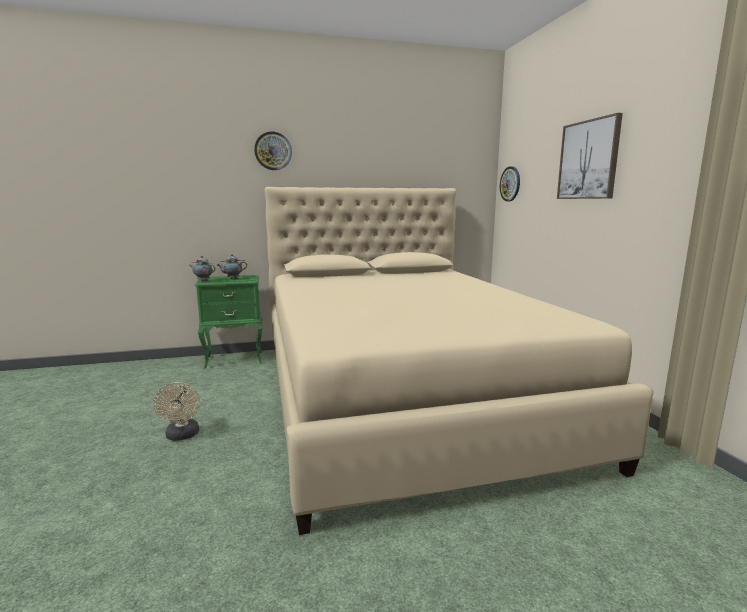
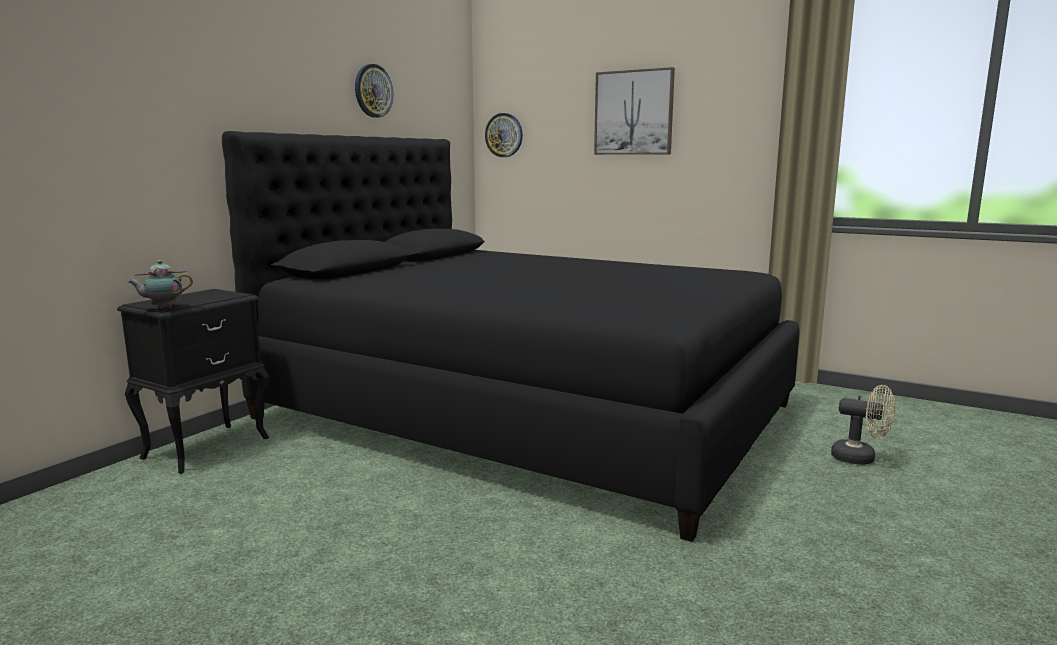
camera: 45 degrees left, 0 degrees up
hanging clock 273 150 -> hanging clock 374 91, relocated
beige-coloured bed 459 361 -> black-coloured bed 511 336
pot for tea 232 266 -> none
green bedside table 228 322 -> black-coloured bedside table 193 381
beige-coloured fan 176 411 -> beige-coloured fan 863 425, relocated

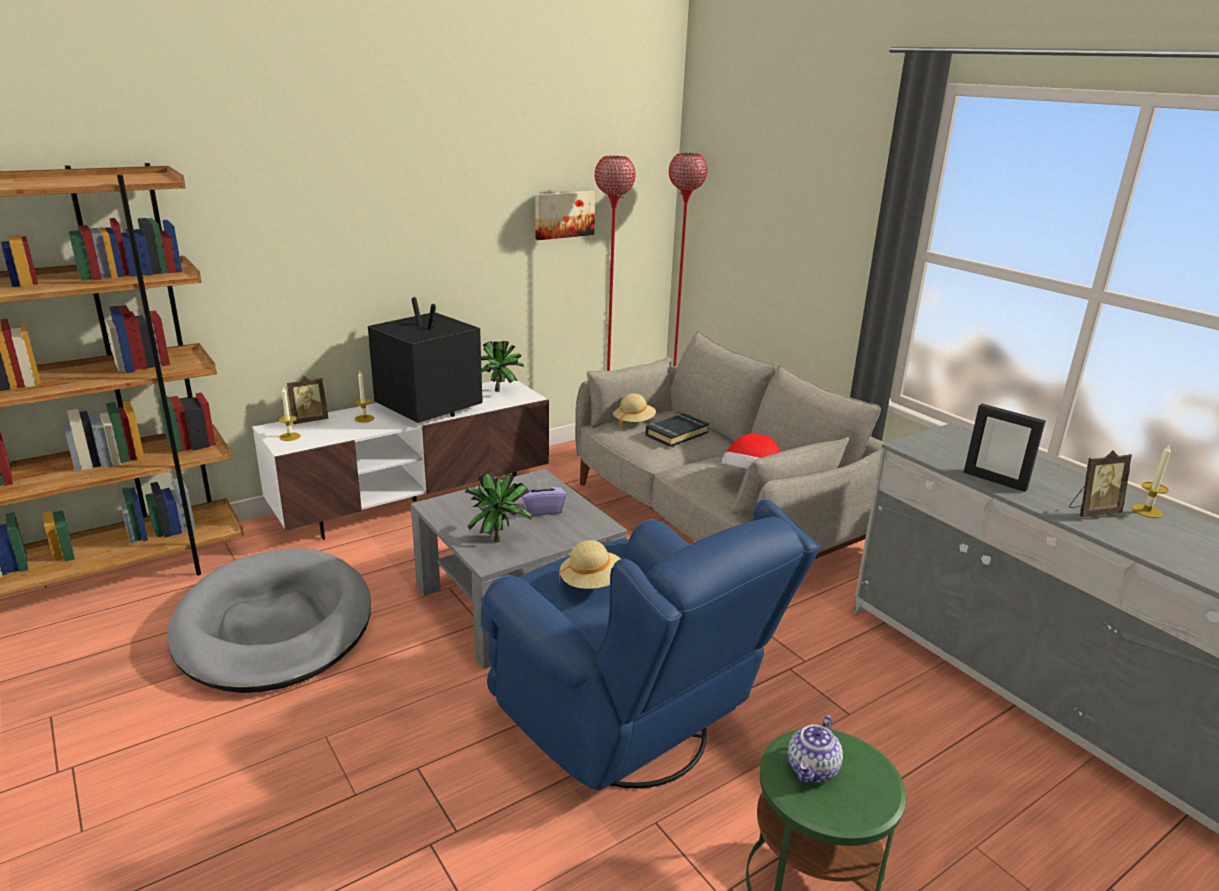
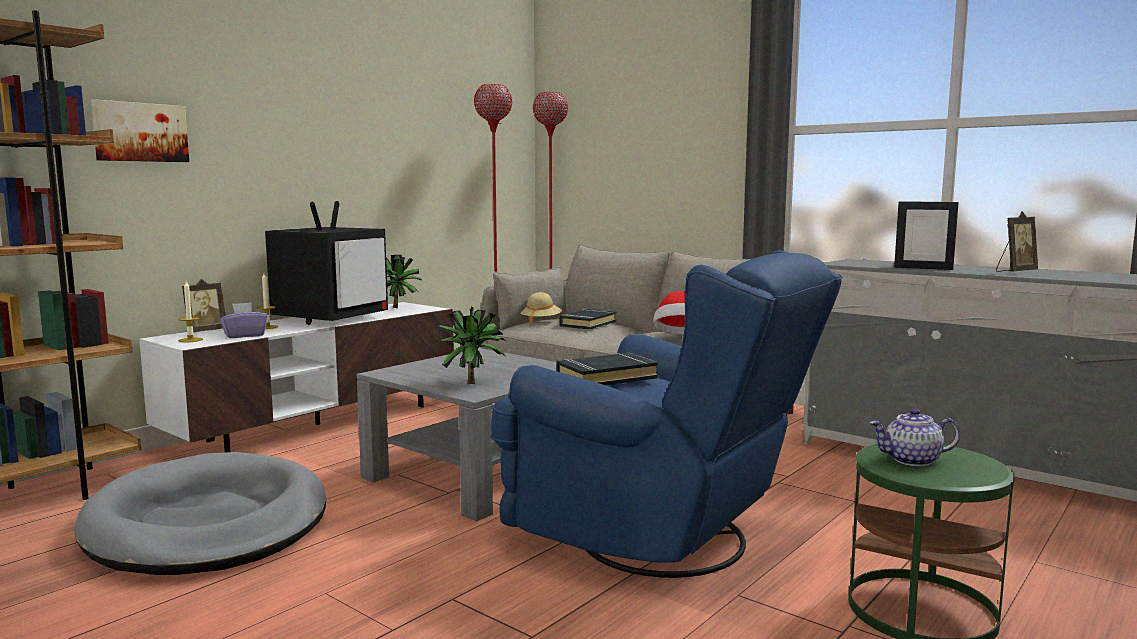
camera: 15 degrees left, 15 degrees down
wall picture 565 215 -> wall picture 140 130, relocated
television 425 360 -> television 326 263, 90 degrees clockwise
wax light 1151 481 -> none
purple box of tissues 544 497 -> purple box of tissues 244 320, relocated
beige-coloured wearable hat 590 564 -> black-coloured book 608 369
pot for tea 815 749 -> pot for tea 914 437, 75 degrees clockwise

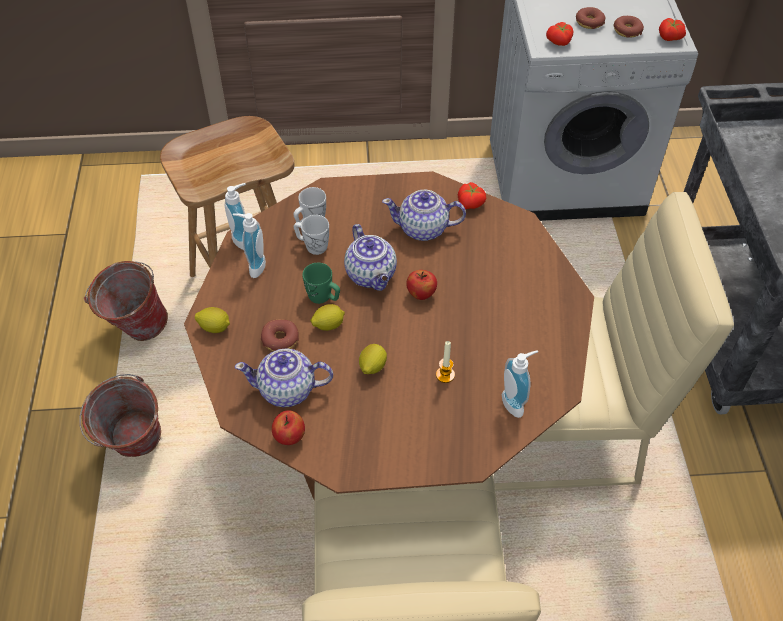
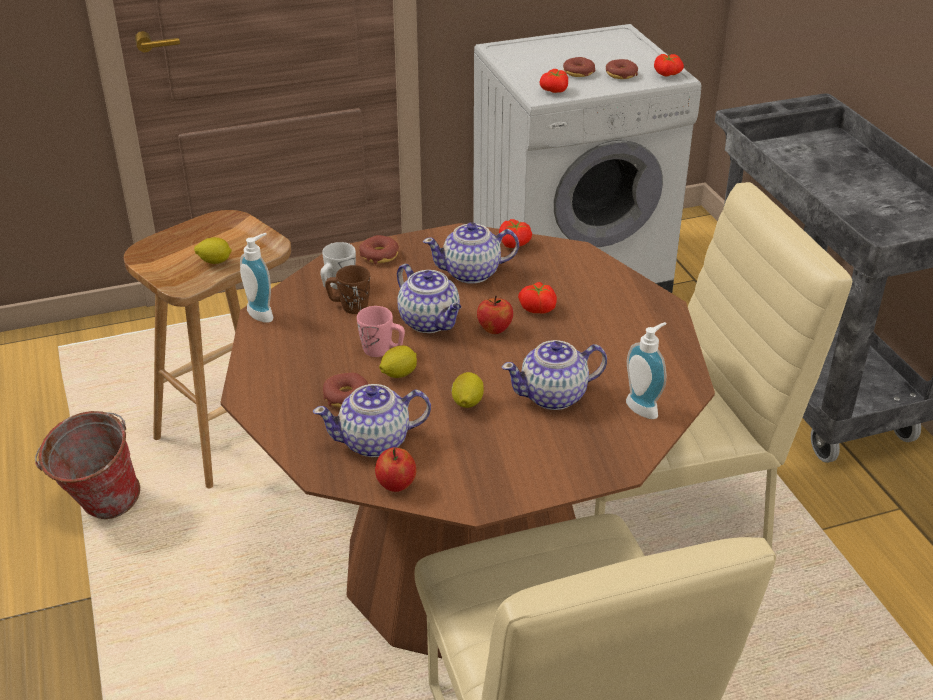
camera: 15 degrees left, 15 degrees down
soap dispenser 249 245 -> none
white-coloured tea mug 311 235 -> brown-coloured tea mug 347 289
green tea mug 321 283 -> pinkish tea mug 381 331
whole lemon 212 320 -> whole lemon 213 250, relocated
wax light 445 362 -> pot for tea 554 375
pail 120 415 -> none
none -> ring doughnut 379 249
none -> tomato 537 298

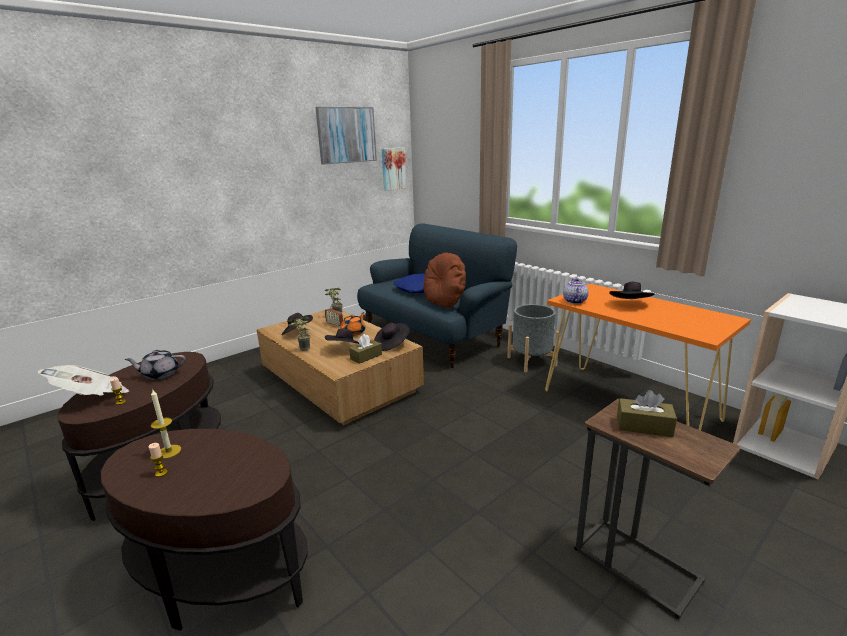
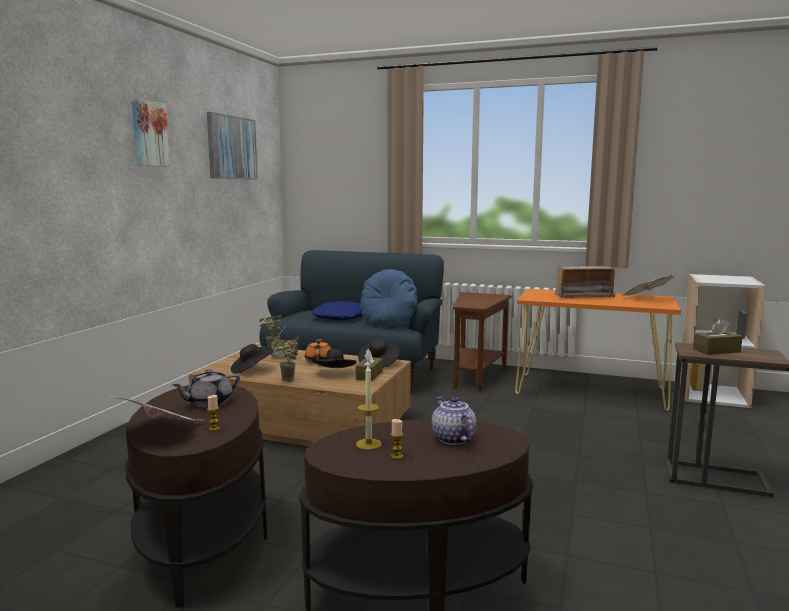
camera: 30 degrees left, 10 degrees down
wall picture 394 169 -> wall picture 151 133, relocated
brown-coloured throw pillow 445 280 -> blue-coloured throw pillow 389 298
pot for tea 576 291 -> pot for tea 454 421, relocated
black-coloured wearable hat 631 290 -> radio set 585 282
greyish planter 533 338 -> brown-coloured side table 482 341
none -> daily paper 648 285

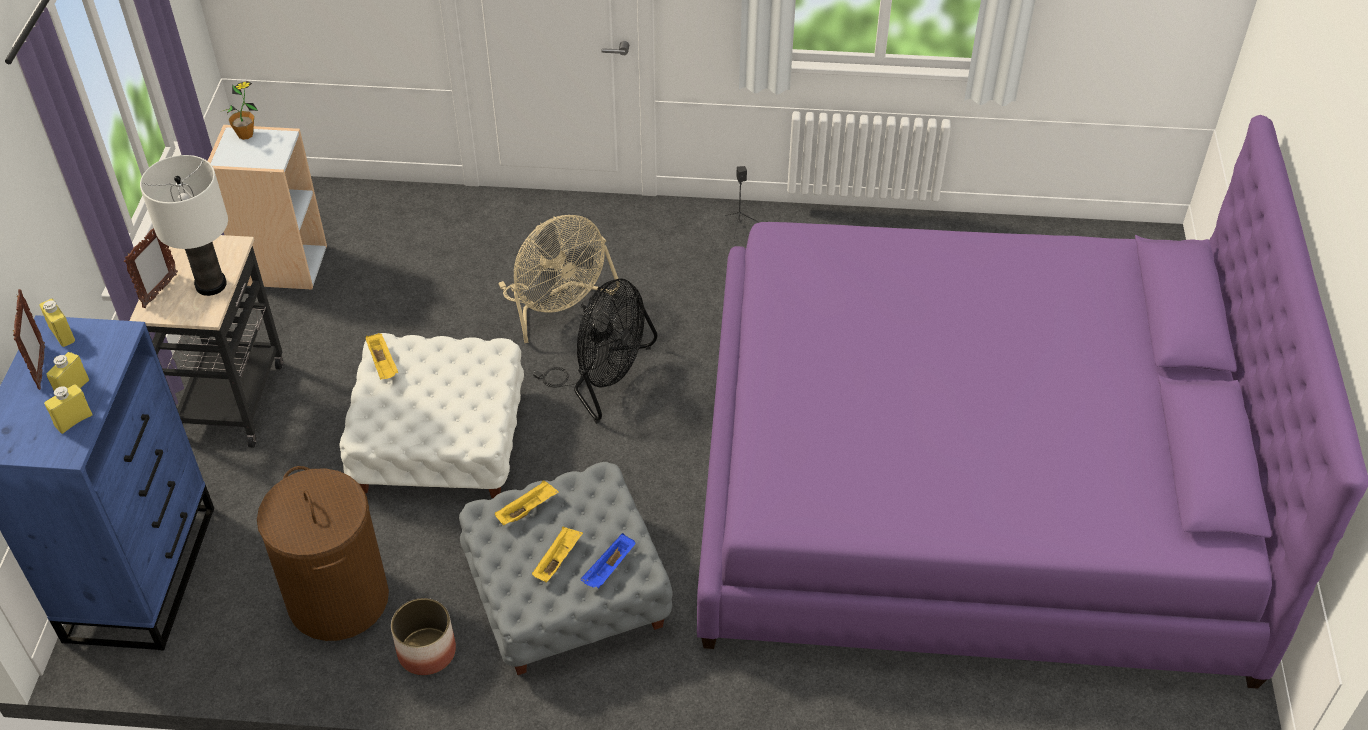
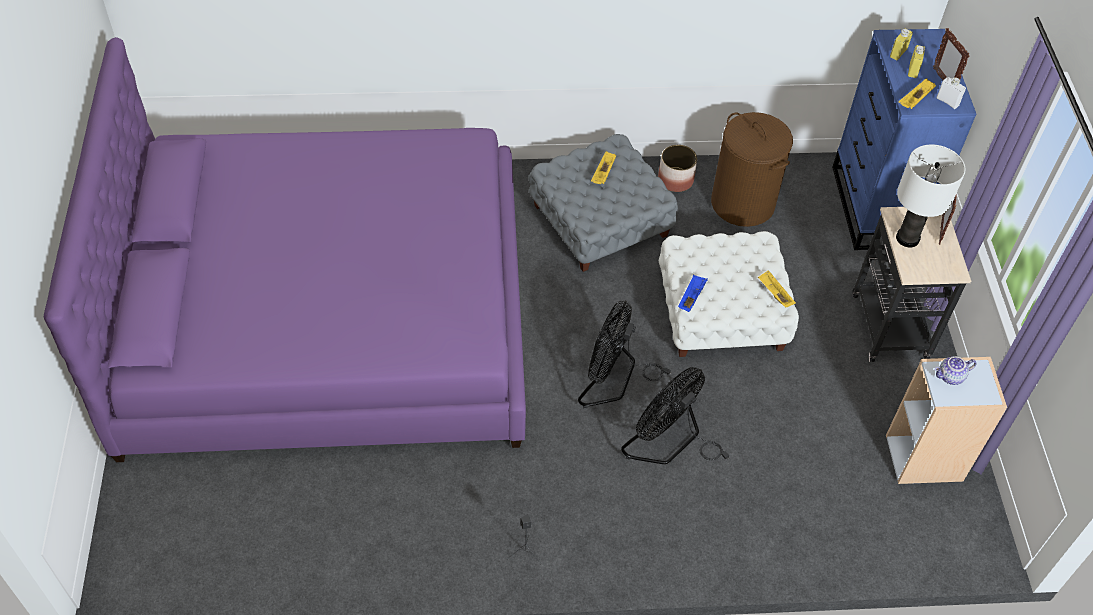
camera: 170 degrees right, 5 degrees up
potted plant 240 110 -> none
beige-coloured fan 559 279 -> black-coloured fan 675 415
yellowish bottle 57 323 -> white-coloured bottle 951 93
yellowish serving tray 527 502 -> yellowish serving tray 917 93, relocated
blue-coloured serving tray 607 561 -> blue-coloured serving tray 693 293, relocated
none -> pot for tea 956 370

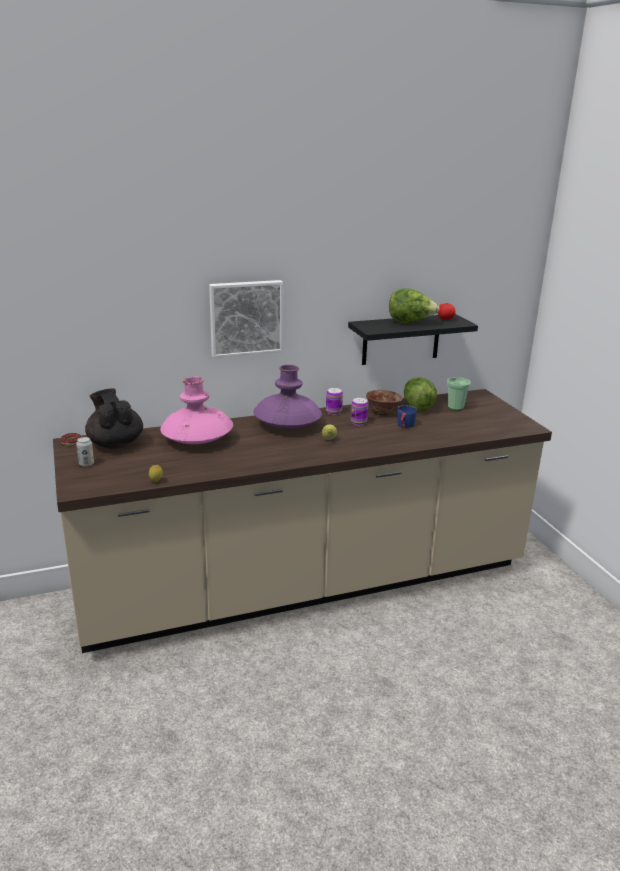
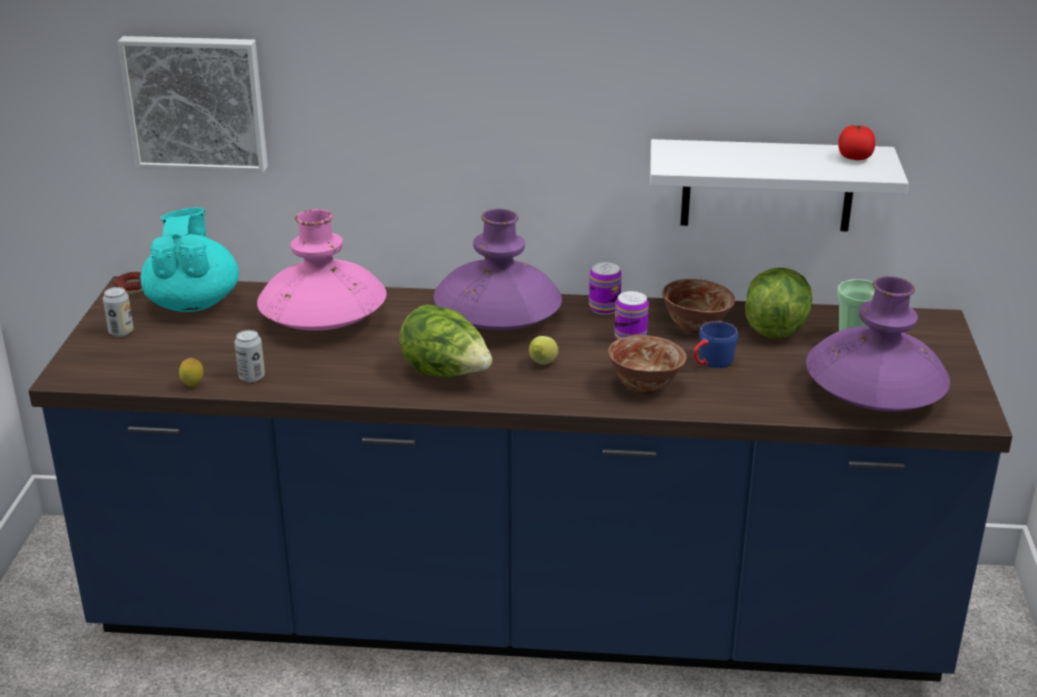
camera: 25 degrees right, 5 degrees up
wall picture 246 319 -> wall picture 192 104, relocated
head of lettuce 414 305 -> head of lettuce 445 340, relocated
black-coloured wall shelf 413 339 -> white-coloured wall shelf 779 185
black-coloured pot for tea 114 418 -> turquoise-coloured pot for tea 189 259
beige-coloured counter 302 521 -> blue-coloured counter 520 479
none -> purple decorative vase 878 343
none -> can 249 356
none -> serving bowl 647 365

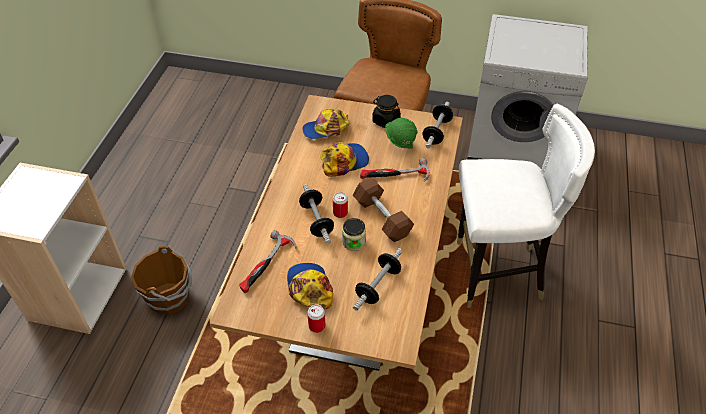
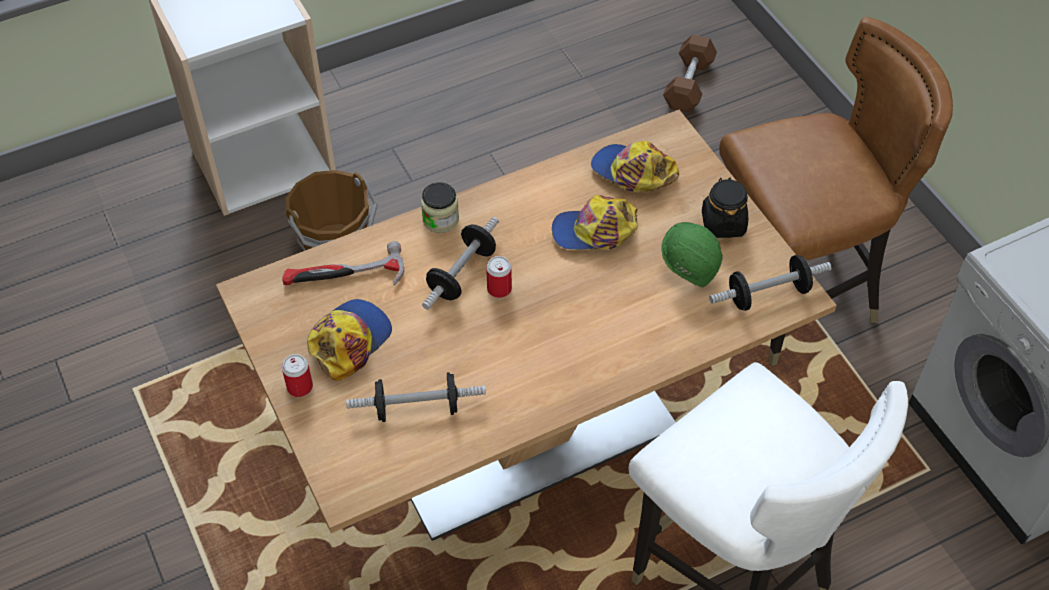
camera: 50 degrees right, 5 degrees up
cap 344 159 -> cap 595 222, 150 degrees clockwise
tool hammer 395 170 -> none
brown-coloured free weight 383 210 -> brown-coloured free weight 690 73, relocated
preserve jar 354 234 -> preserve jar 440 207, relocated

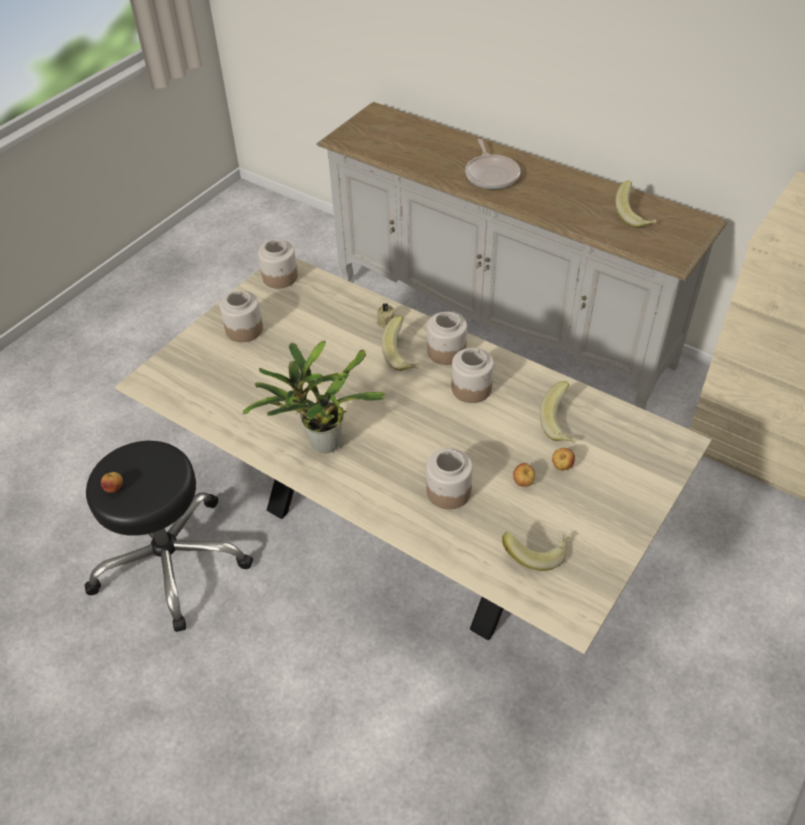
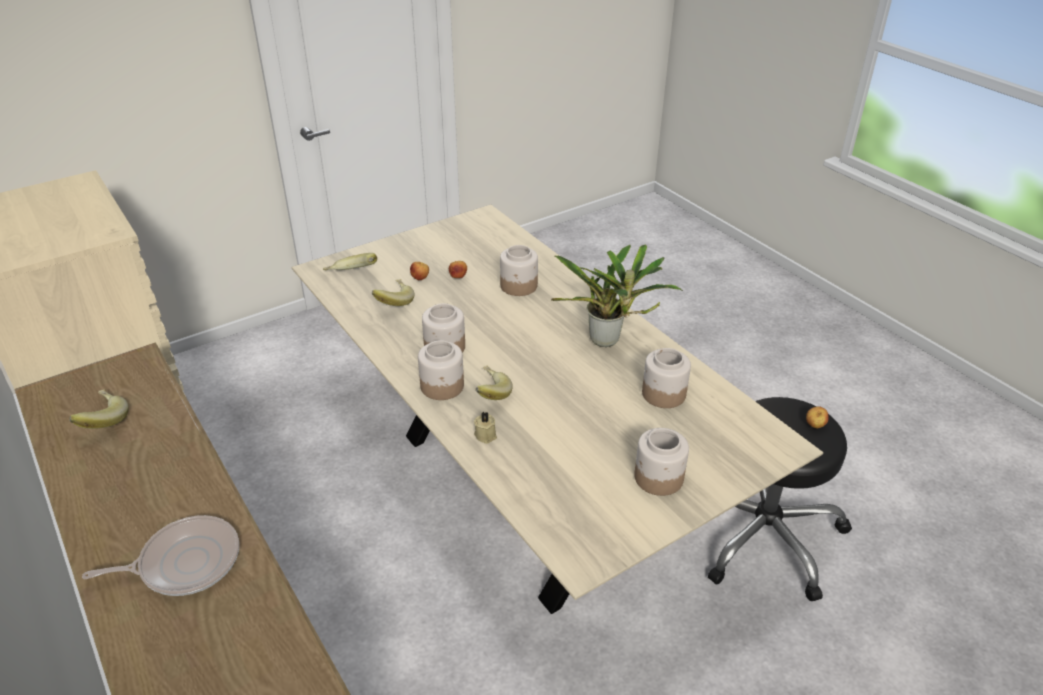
camera: 160 degrees left, 10 degrees down
frying pan 492 164 -> frying pan 160 555, 60 degrees clockwise
preserve jar 278 263 -> preserve jar 666 378, relocated
banana 536 551 -> banana 350 261, relocated

